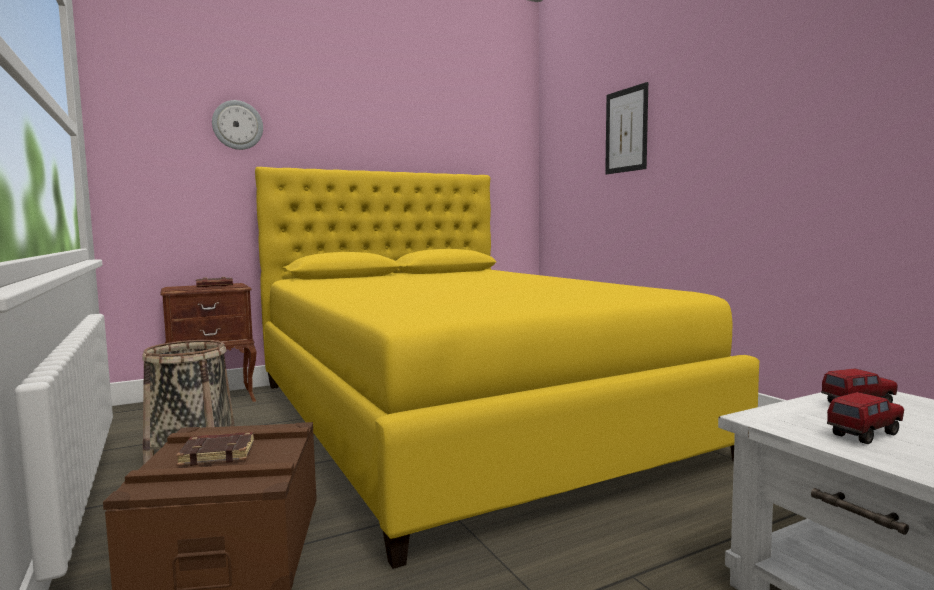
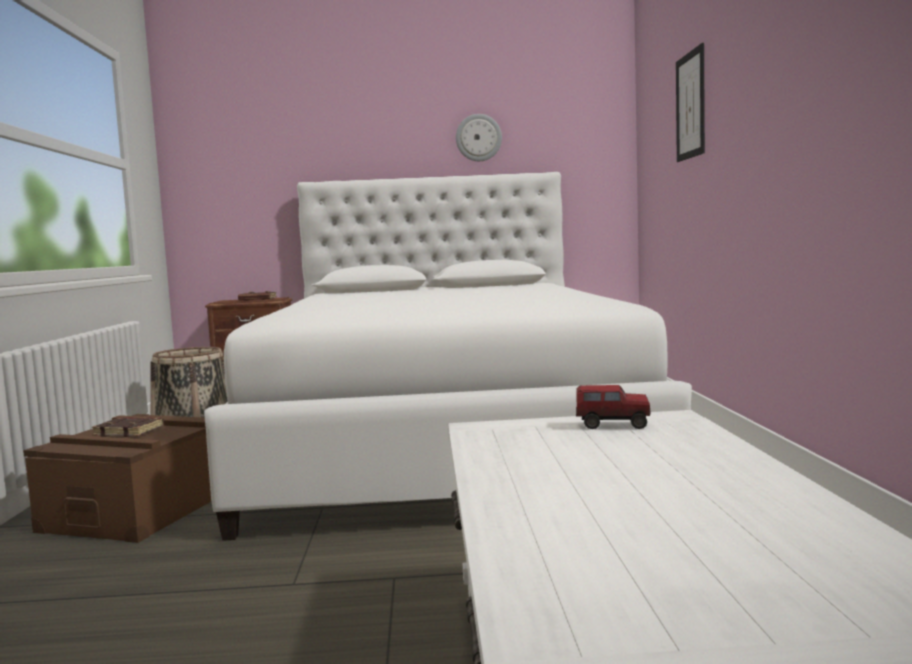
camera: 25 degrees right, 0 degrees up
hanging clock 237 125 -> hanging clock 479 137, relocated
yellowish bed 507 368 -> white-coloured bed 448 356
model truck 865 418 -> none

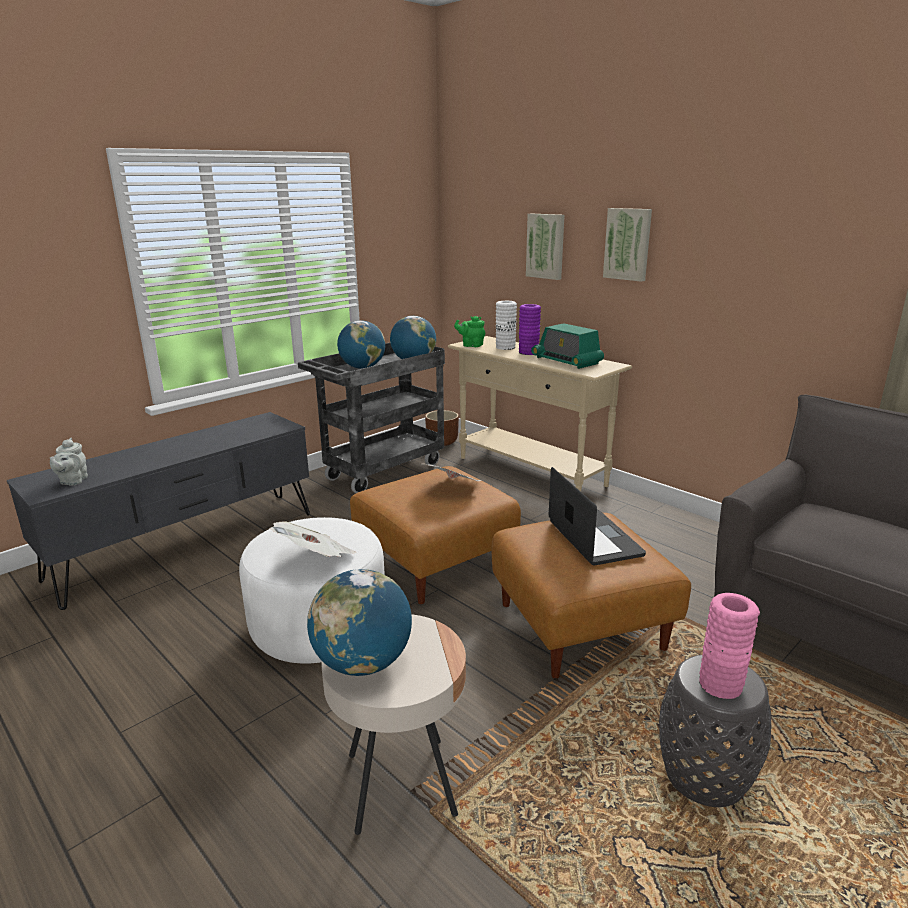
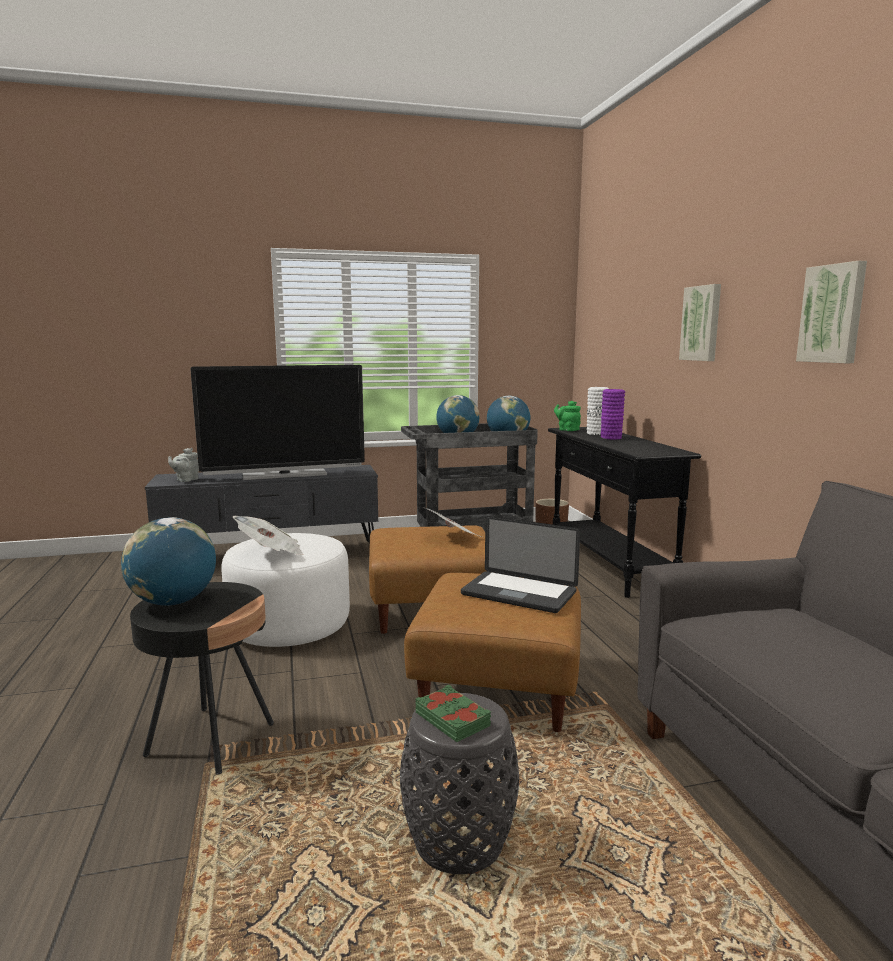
camera: 30 degrees right, 10 degrees down
wall picture 545 247 -> wall picture 831 312, relocated
radio set 567 346 -> none
beige-coloured console table 540 413 -> black-coloured console table 624 512
laptop 597 516 -> laptop 520 564, 105 degrees clockwise
pinkish decorative vase 729 646 -> green book 453 713
beige-coloured side table 394 725 -> black-coloured side table 202 678
none -> television 277 422

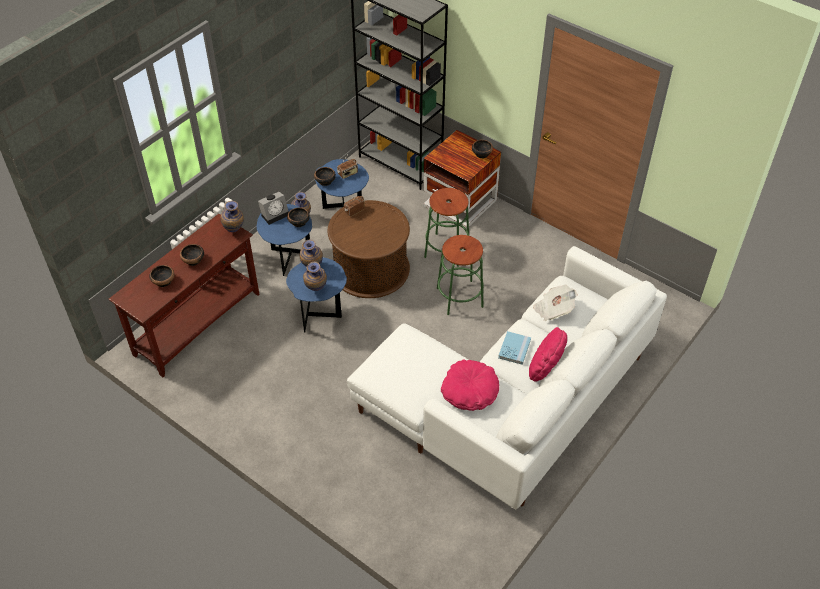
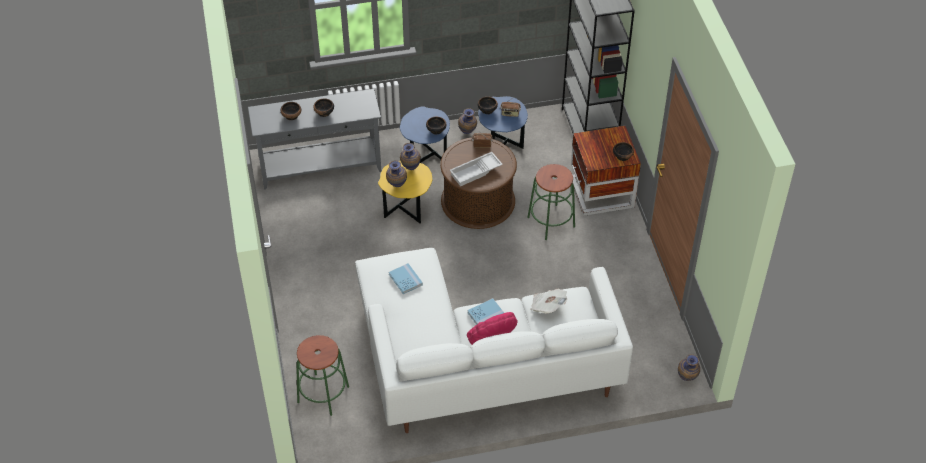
camera: 40 degrees right, 0 degrees up
table clock 273 208 -> none
decorative vase 232 216 -> decorative vase 689 367, relocated
brown-coloured console table 184 295 -> greyish console table 314 139
green stool seat 460 275 -> green stool seat 322 375, relocated
blue-coloured side table 316 295 -> yellowish side table 405 192
pinkish throw pillow 470 385 -> none
none -> white-coloured serving tray 476 169
none -> blue-coloured book 406 278

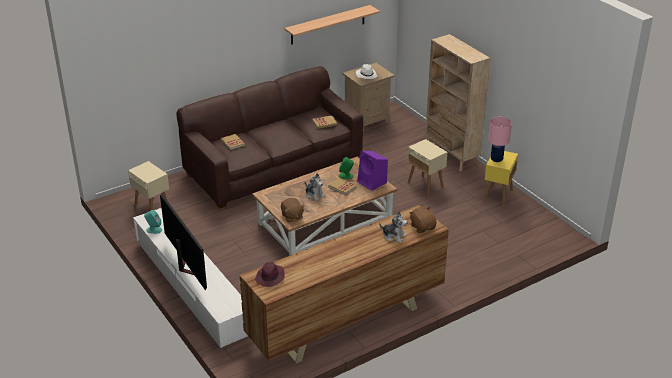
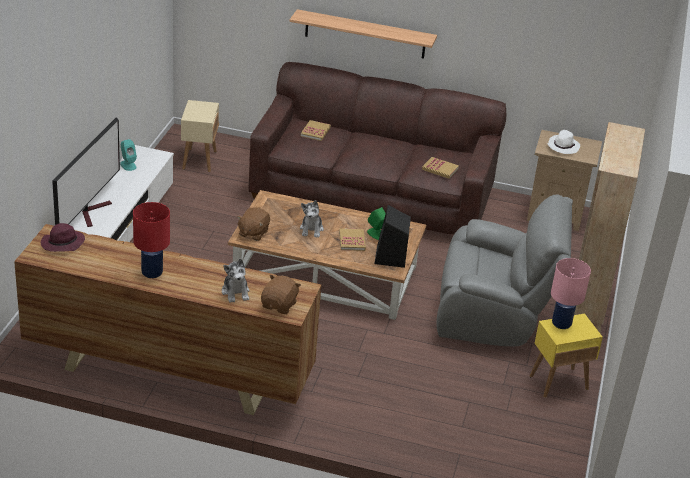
camera: 45 degrees right, 0 degrees up
wall shelf 332 24 -> wall shelf 363 34, relocated
beige-coloured side table 427 167 -> greyish lounge chair 504 270
purple loudspeaker 372 171 -> black-coloured loudspeaker 392 236
none -> reddish table lamp 151 240

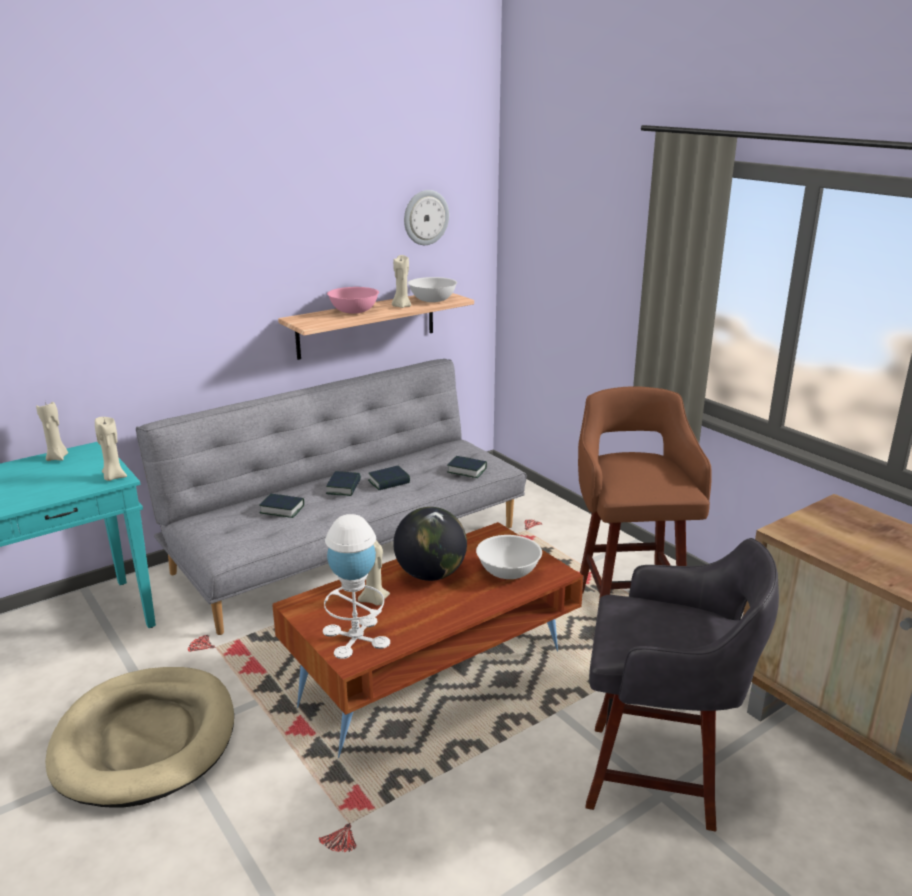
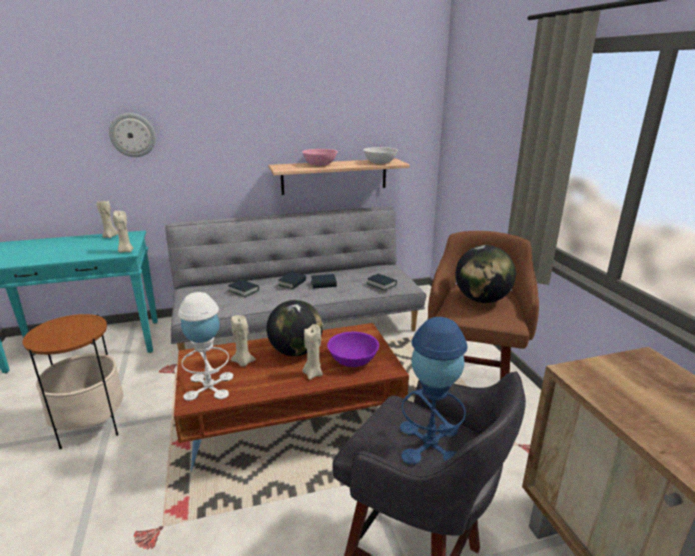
camera: 20 degrees right, 0 degrees up
hanging clock 426 217 -> hanging clock 132 135, relocated
beige-coloured wax light 401 281 -> beige-coloured wax light 312 352, relocated
white-coloured serving bowl 509 557 -> purple serving bowl 353 349
beige-coloured pet bed 139 737 -> side table 72 381
none -> desk globe 485 274
none -> blue-coloured table lamp 434 391

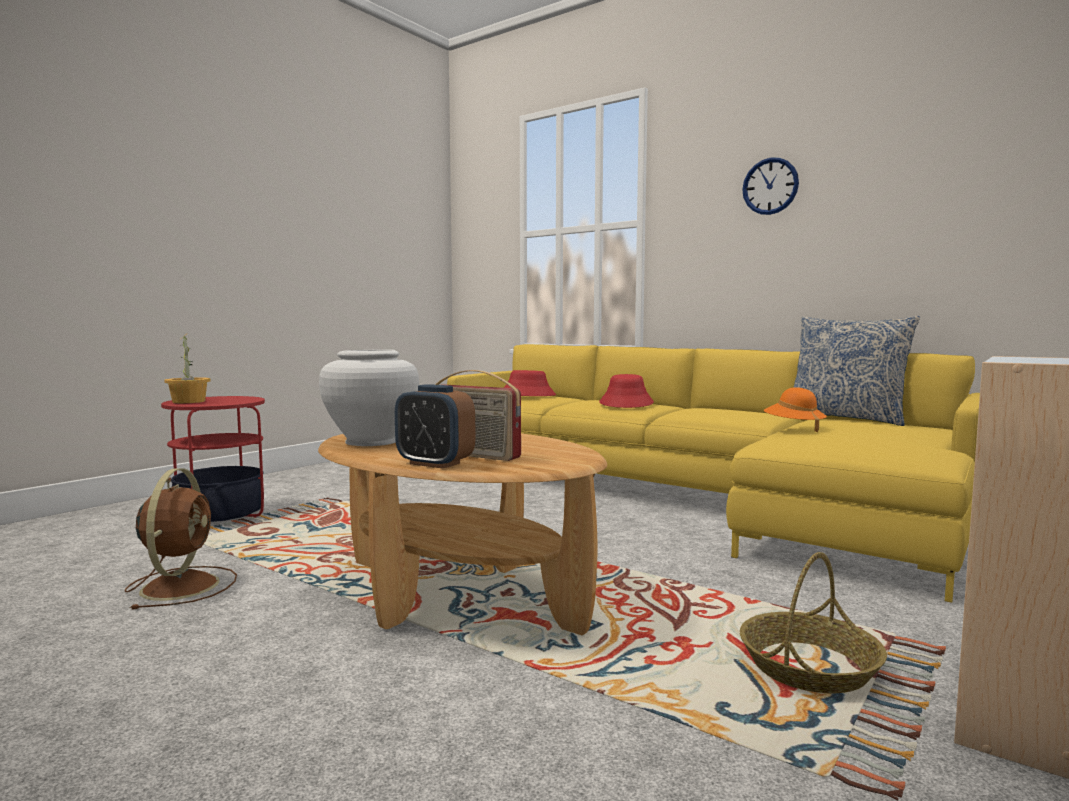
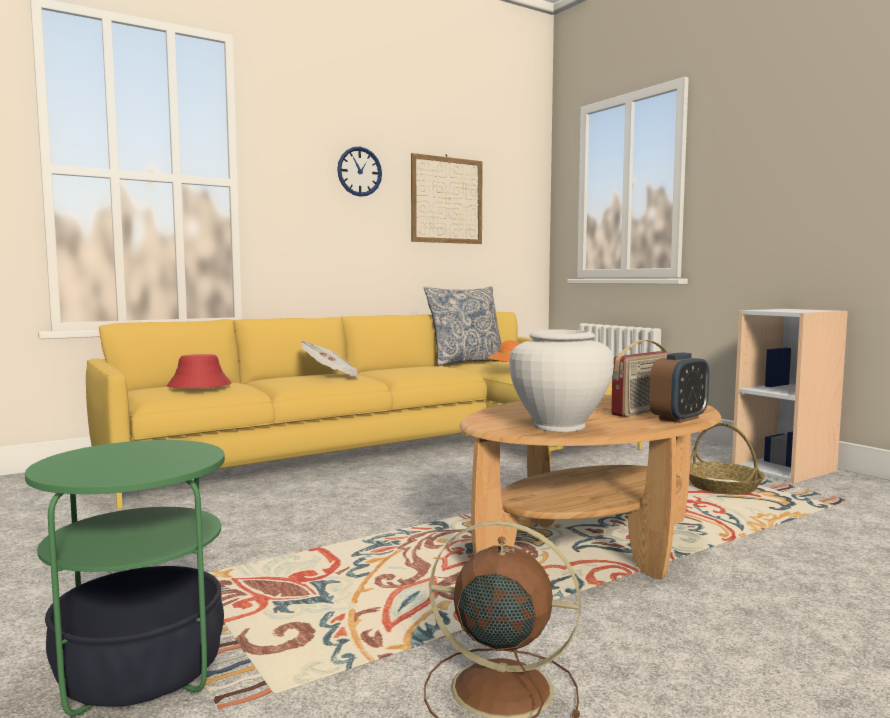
camera: 70 degrees left, 0 degrees up
potted plant 187 369 -> none
reddish wearable hat 626 391 -> daily paper 329 359
reddish side table 213 459 -> green side table 125 578
none -> wall picture 447 198

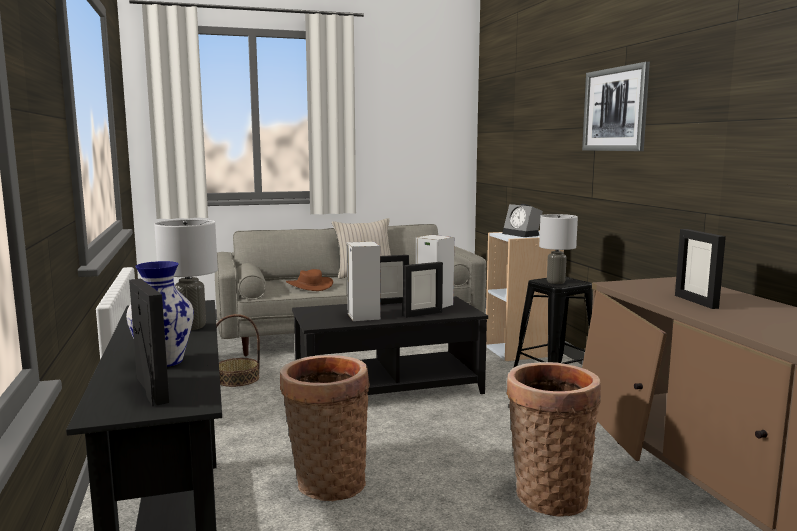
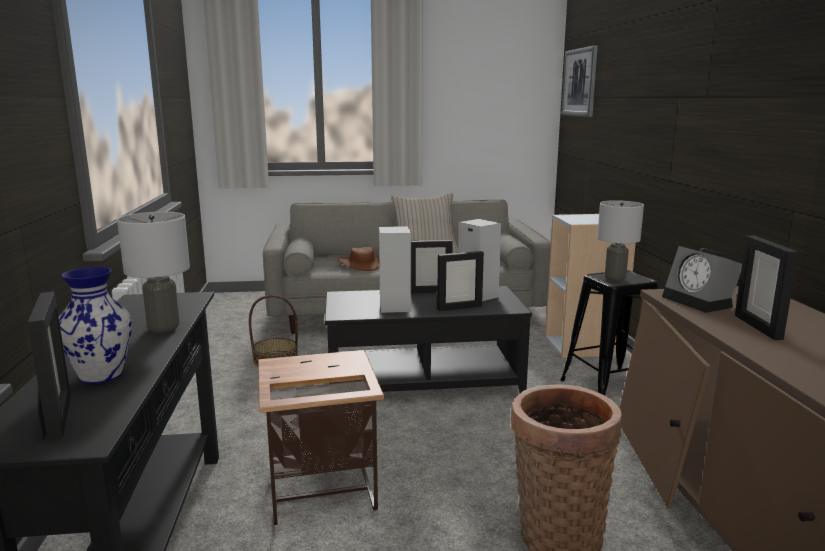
camera: 10 degrees right, 5 degrees up
wall picture 616 106 -> wall picture 579 81, relocated
table clock 522 220 -> table clock 702 279, relocated
storage basket 325 428 -> side table 321 437

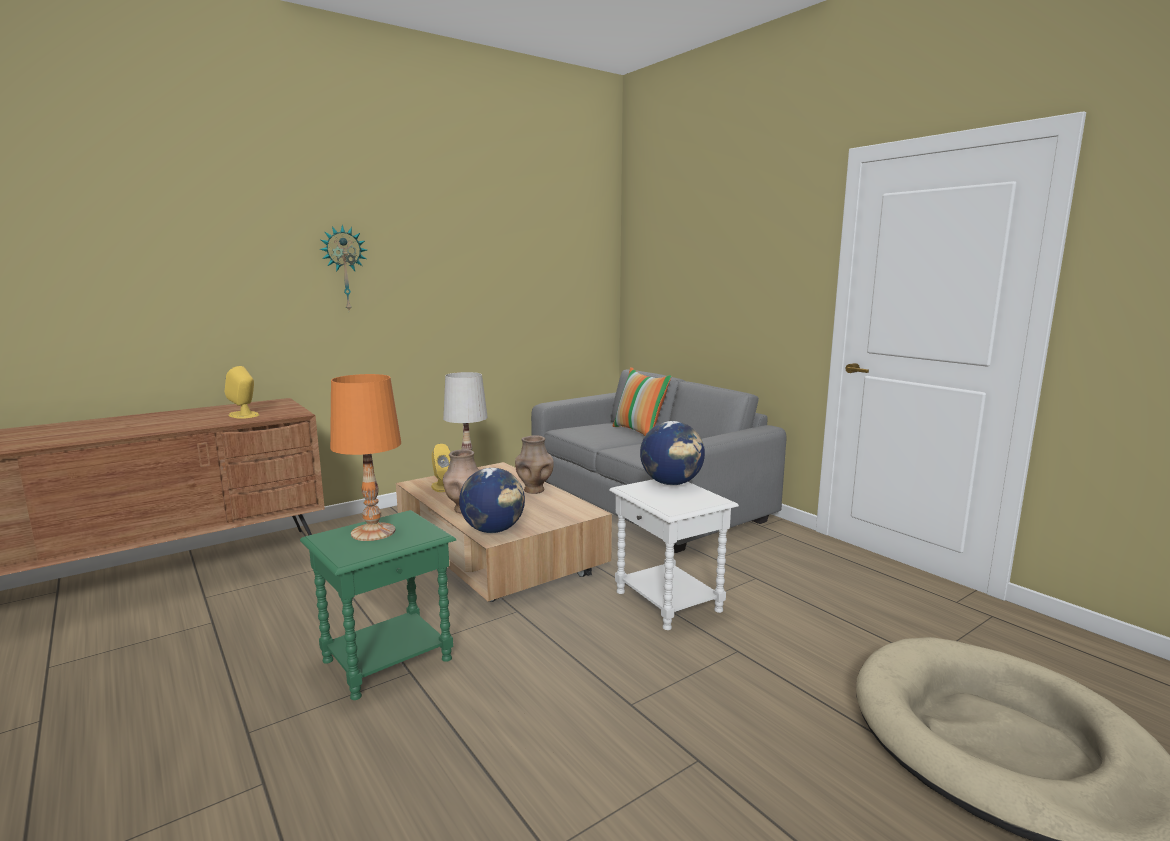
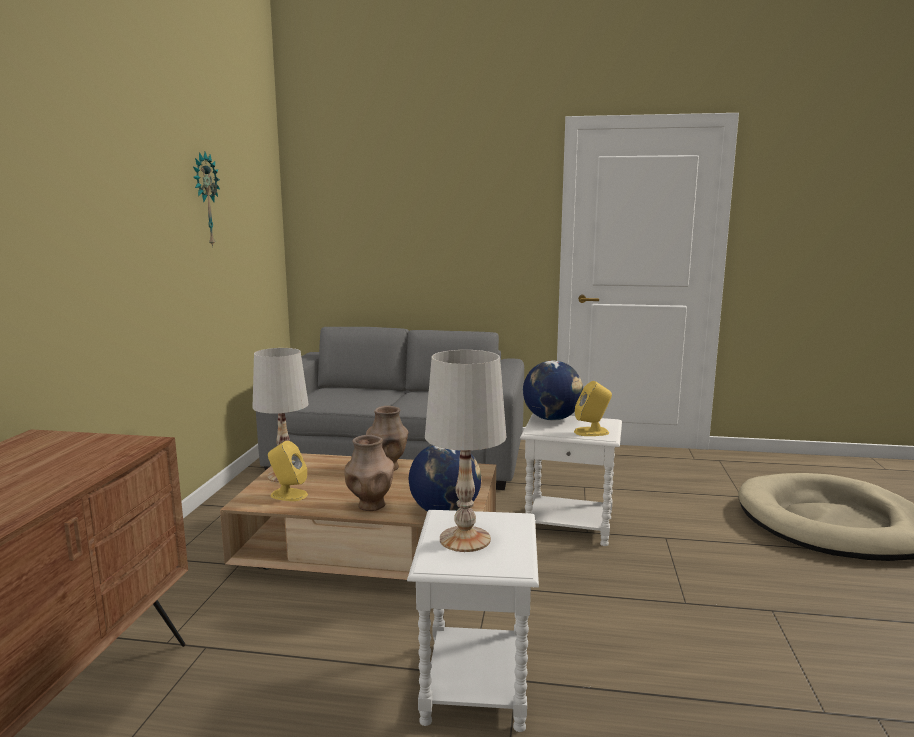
camera: 45 degrees left, 0 degrees up
hanging clock 343 267 -> hanging clock 206 200, relocated
yellowish loudspeaker 241 392 -> yellowish loudspeaker 593 408, relocated
throw pillow 642 401 -> none
orange table lamp 365 457 -> white-coloured table lamp 465 451
green side table 378 605 -> white-coloured side table 473 621

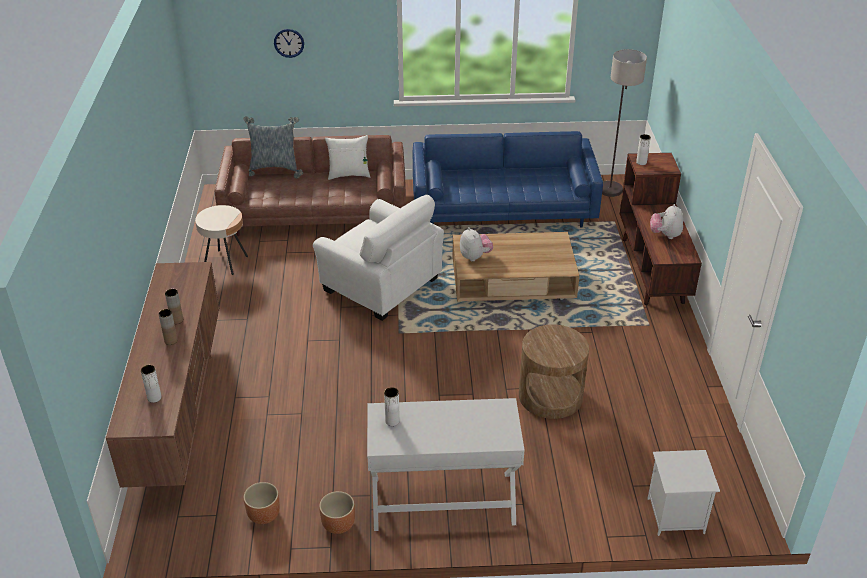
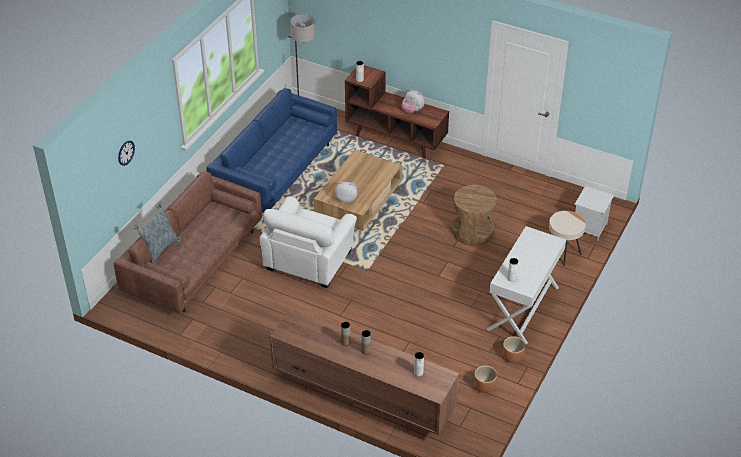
camera: 60 degrees left, 5 degrees up
white-coloured throw pillow 347 157 -> none
white-coloured lounge chair 378 258 -> white-coloured lounge chair 308 242, 135 degrees clockwise
beige-coloured side table 221 240 -> beige-coloured side table 567 238, relocated

